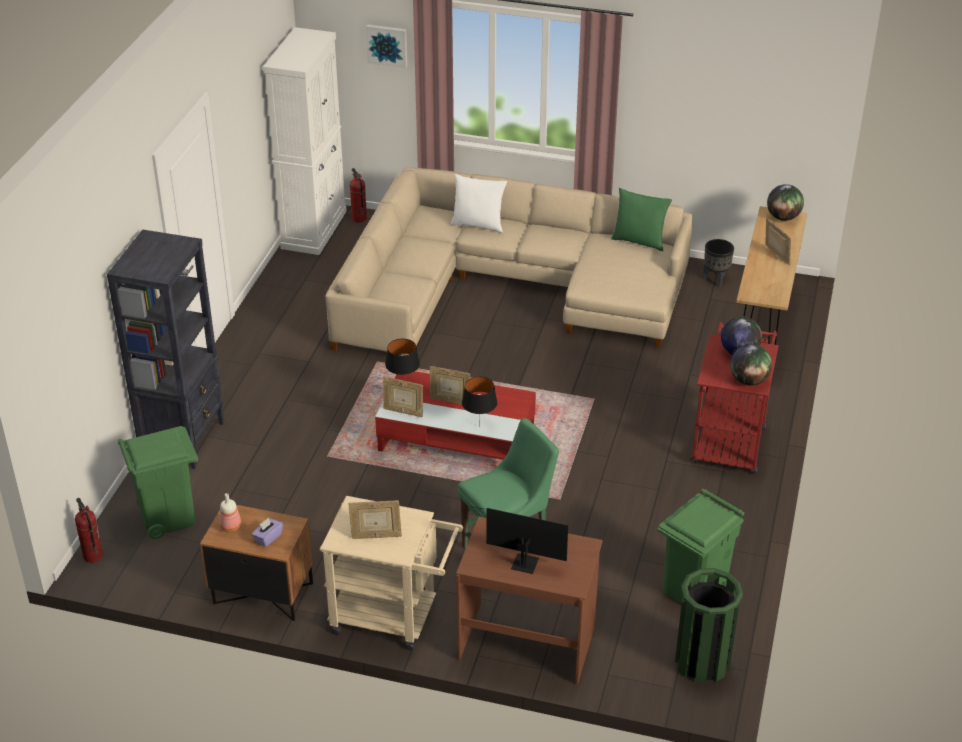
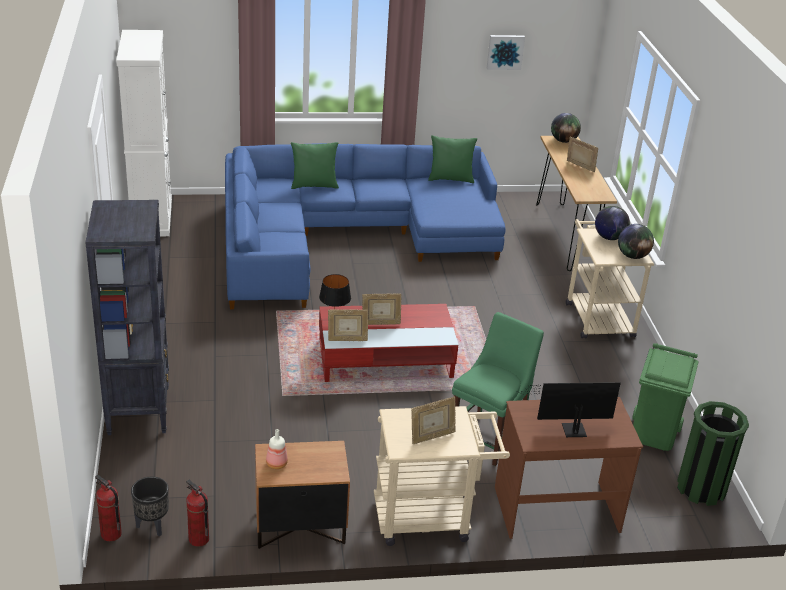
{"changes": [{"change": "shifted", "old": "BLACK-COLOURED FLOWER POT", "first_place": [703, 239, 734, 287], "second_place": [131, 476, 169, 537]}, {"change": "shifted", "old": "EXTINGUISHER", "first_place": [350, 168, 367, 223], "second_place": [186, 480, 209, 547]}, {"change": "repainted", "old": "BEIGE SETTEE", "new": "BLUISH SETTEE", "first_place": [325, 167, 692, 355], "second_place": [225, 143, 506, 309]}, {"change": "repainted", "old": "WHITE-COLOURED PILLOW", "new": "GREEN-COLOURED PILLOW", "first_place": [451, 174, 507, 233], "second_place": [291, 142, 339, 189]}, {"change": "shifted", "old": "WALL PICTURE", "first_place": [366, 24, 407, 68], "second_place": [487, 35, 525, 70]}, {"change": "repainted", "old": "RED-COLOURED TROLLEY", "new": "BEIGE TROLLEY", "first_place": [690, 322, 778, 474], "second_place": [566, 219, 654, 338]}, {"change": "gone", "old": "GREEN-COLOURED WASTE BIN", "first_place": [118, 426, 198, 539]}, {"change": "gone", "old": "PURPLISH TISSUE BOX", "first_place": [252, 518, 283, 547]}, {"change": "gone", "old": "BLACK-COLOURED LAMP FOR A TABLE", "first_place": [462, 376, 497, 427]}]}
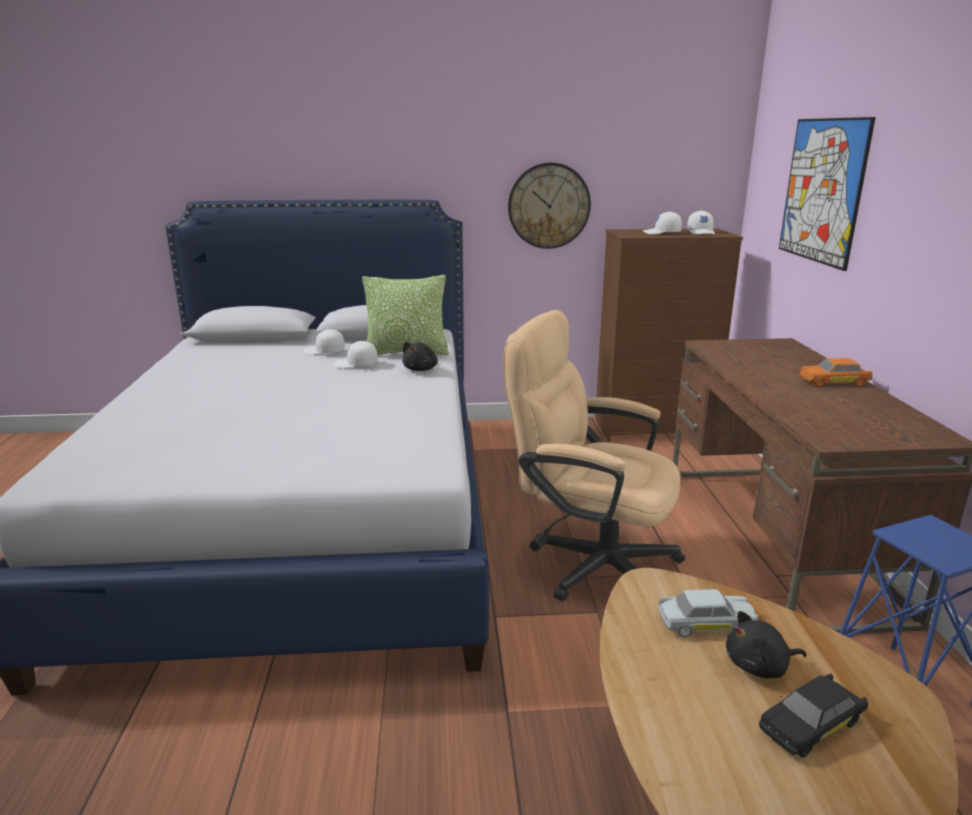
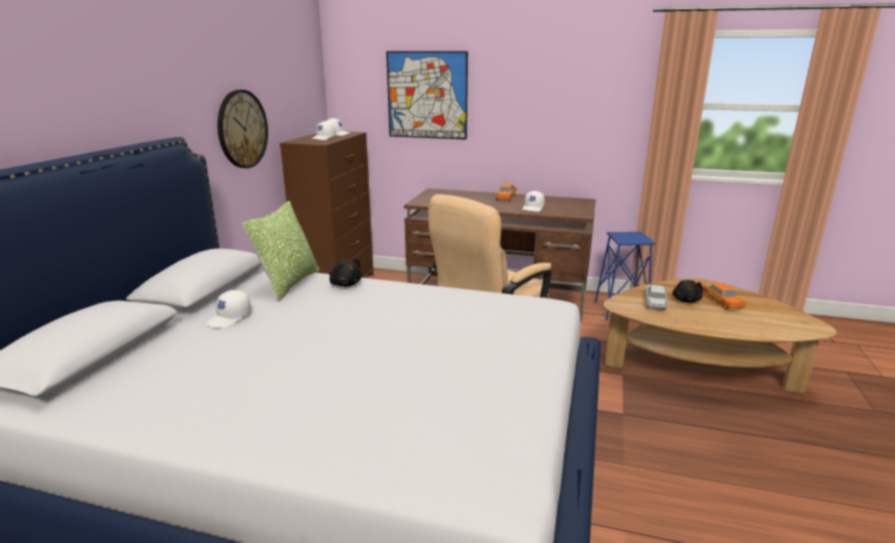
{"changes": [{"change": "shifted", "old": "WHITE-COLOURED PEAKED CAP", "first_place": [334, 341, 377, 369], "second_place": [522, 191, 545, 212]}, {"change": "repainted", "old": "BLACK-COLOURED MINIATURE CAR", "new": "ORANGE MINIATURE CAR", "first_place": [759, 674, 868, 758], "second_place": [703, 283, 746, 310]}]}
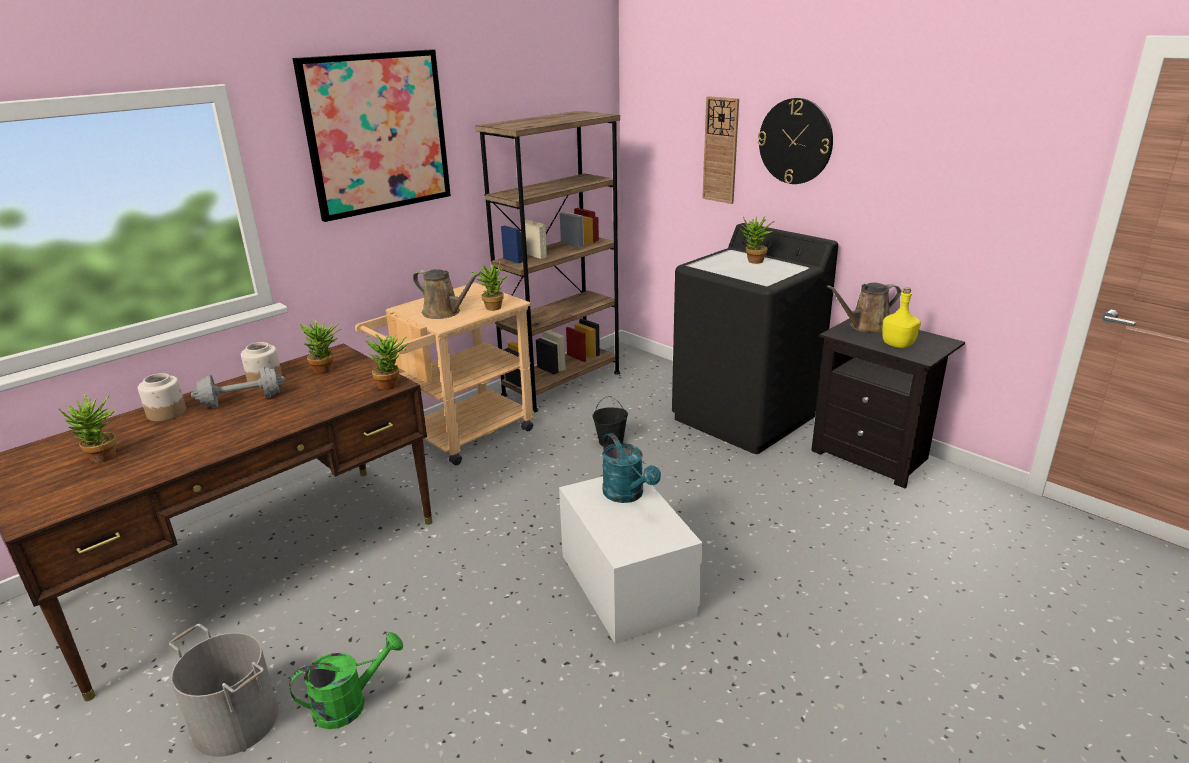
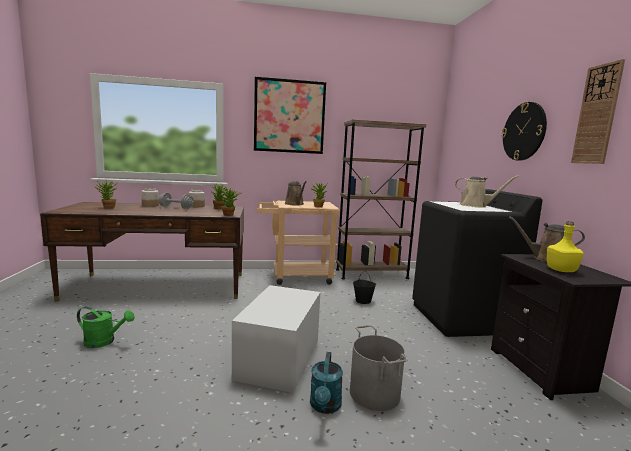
{"changes": [{"change": "shifted", "old": "TURQUOISE WATERING POT", "first_place": [602, 433, 661, 503], "second_place": [310, 352, 343, 414]}, {"change": "shifted", "old": "GREYISH BUCKET", "first_place": [169, 624, 278, 757], "second_place": [350, 325, 408, 411]}, {"change": "swapped", "old": "HOUSEPLANT", "new": "BEIGE WATERING POT", "first_place": [740, 216, 774, 264], "second_place": [455, 176, 519, 208]}, {"change": "shifted", "old": "CLOCK ON THE WALL", "first_place": [702, 96, 739, 204], "second_place": [571, 59, 625, 164]}]}
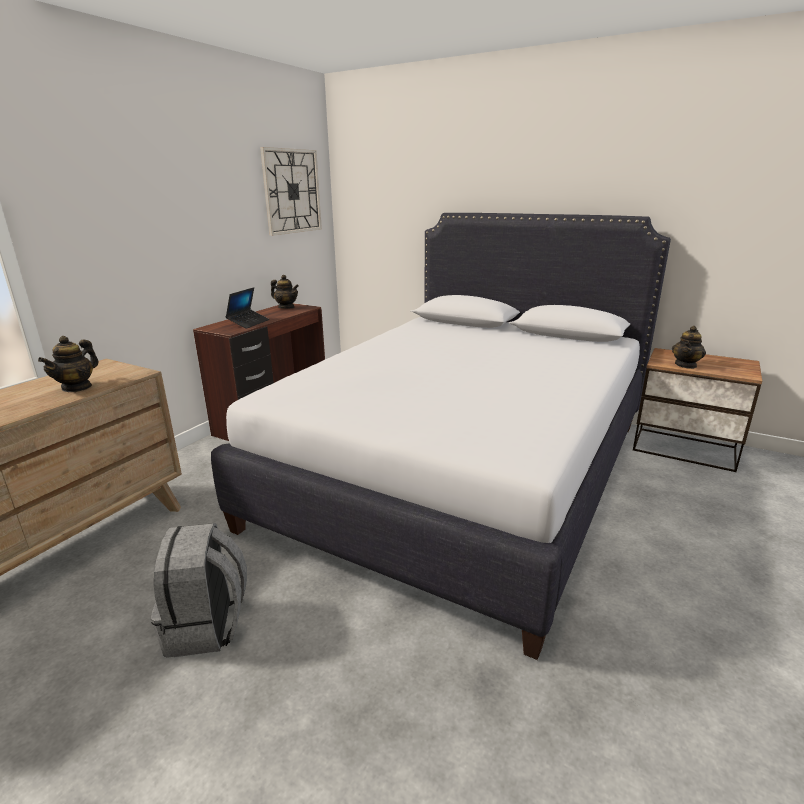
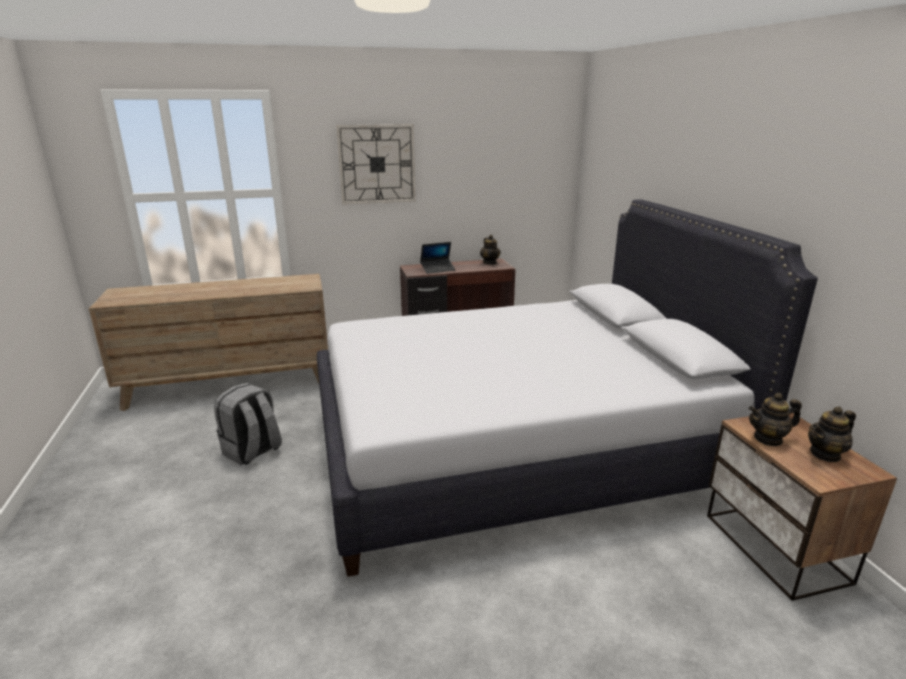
{"changes": [{"change": "shifted", "old": "CLOCK ON THE WALL", "first_place": [260, 147, 322, 236], "second_place": [336, 124, 416, 205]}, {"change": "shifted", "old": "POT FOR TEA", "first_place": [38, 336, 99, 392], "second_place": [808, 406, 856, 462]}]}
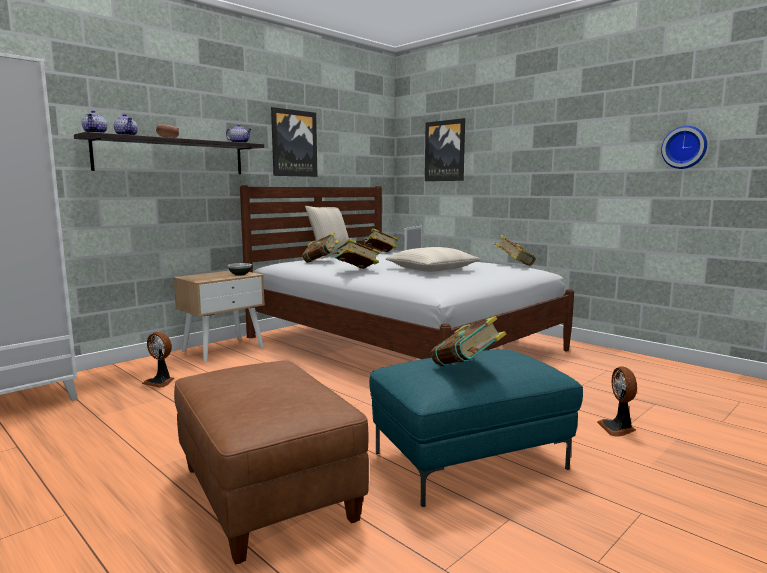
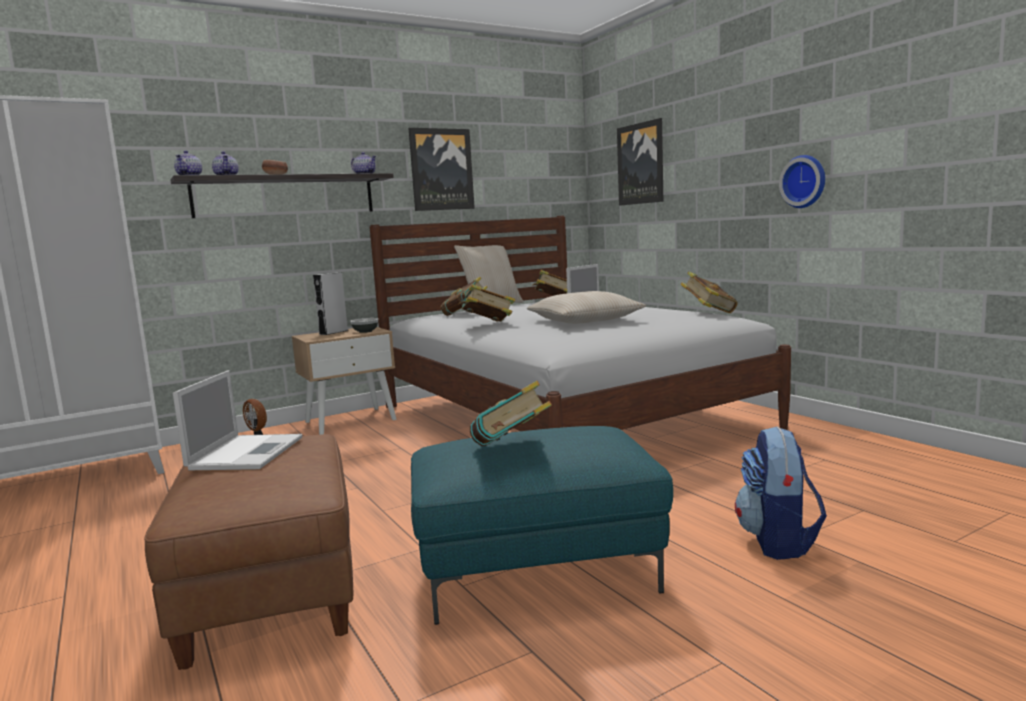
{"changes": [{"change": "new", "new": "LAPTOP", "second_place": [173, 370, 302, 470]}, {"change": "new", "new": "GREYISH SPEAKER", "second_place": [313, 273, 348, 335]}, {"change": "swapped", "old": "FAN", "new": "KNAPSACK", "first_place": [597, 366, 637, 436], "second_place": [735, 426, 827, 560]}, {"change": "shifted", "old": "CLOCK ON THE WALL", "first_place": [661, 126, 707, 169], "second_place": [779, 155, 825, 208]}]}
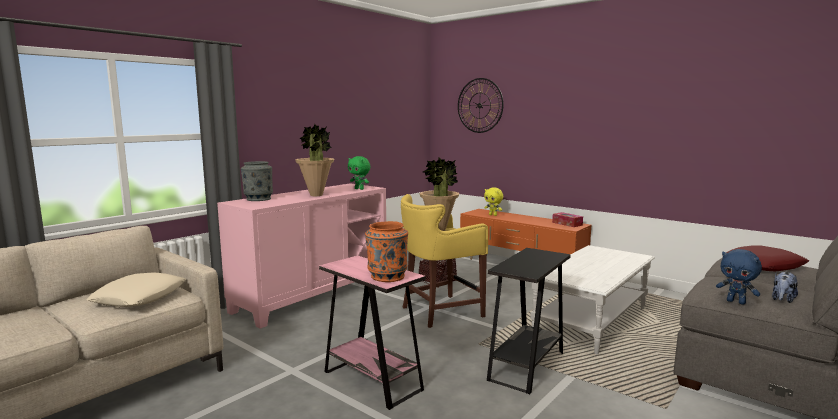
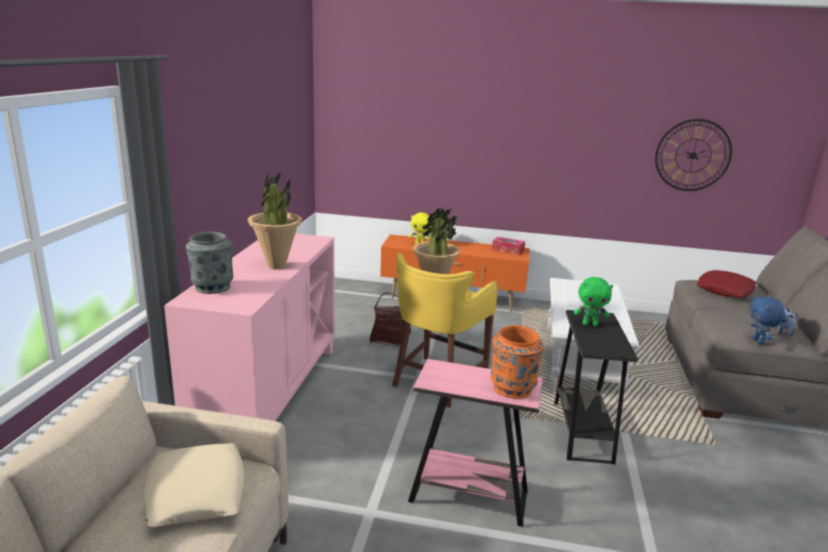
{"changes": [{"change": "shifted", "old": "GREEN-COLOURED PLUSH TOY", "first_place": [348, 156, 371, 190], "second_place": [574, 277, 613, 326]}, {"change": "shifted", "old": "CLOCK ON THE WALL", "first_place": [458, 78, 504, 133], "second_place": [655, 119, 732, 191]}, {"change": "rotated", "old": "BLUISH PLUSH TOY", "first_place": [716, 249, 762, 305], "second_place": [750, 296, 785, 345], "degrees": 75}]}
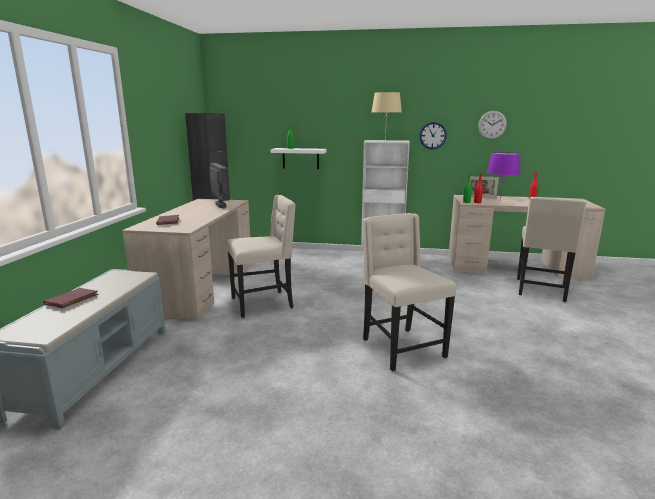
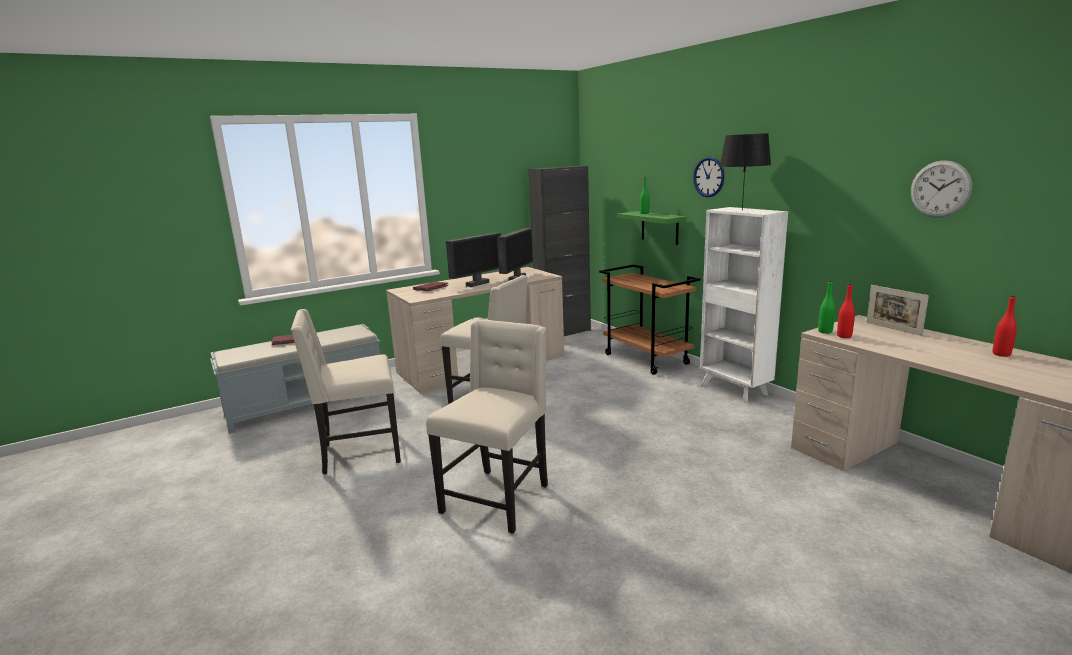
{"changes": [{"change": "shifted", "old": "BEIGE CHAIR", "first_place": [517, 197, 587, 302], "second_place": [291, 309, 401, 474]}, {"change": "new", "new": "COMPUTER SCREEN", "second_place": [446, 232, 501, 287]}, {"change": "new", "new": "BROWNISH TROLLEY", "second_place": [599, 264, 700, 375]}, {"change": "repainted", "old": "WHITE-COLOURED BRACKET SHELF", "new": "GREEN-COLOURED BRACKET SHELF", "first_place": [271, 148, 326, 169], "second_place": [618, 211, 687, 245]}, {"change": "shifted", "old": "CLOCK ON THE WALL", "first_place": [419, 122, 447, 149], "second_place": [693, 157, 725, 197]}, {"change": "repainted", "old": "BEIGE LAMP FOR A TABLE", "new": "BLACK-COLOURED LAMP FOR A TABLE", "first_place": [372, 92, 402, 141], "second_place": [720, 133, 771, 211]}, {"change": "gone", "old": "PURPLISH LAMP FOR A TABLE", "first_place": [487, 152, 520, 198]}]}
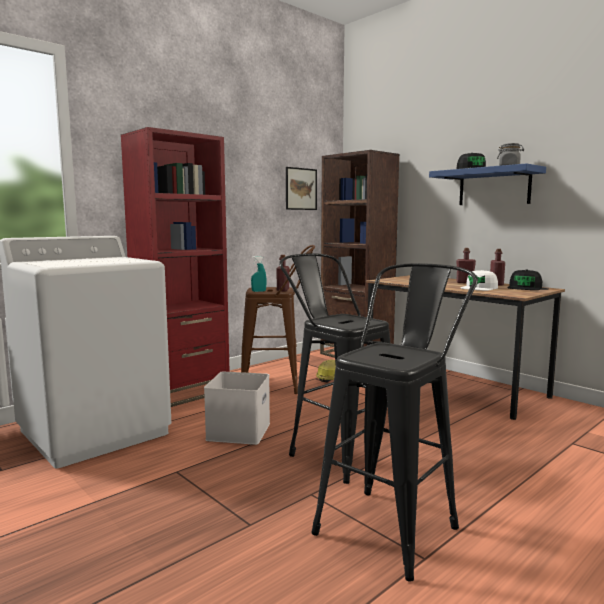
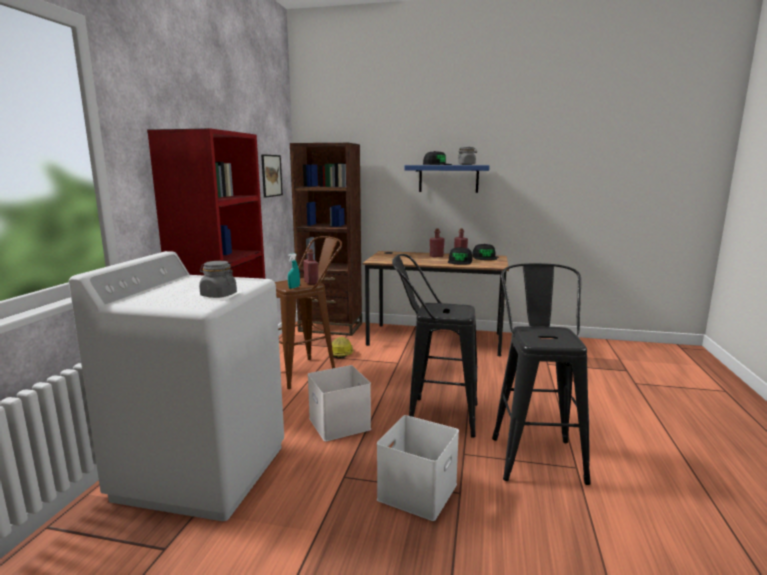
{"changes": [{"change": "new", "new": "GREYISH PRESERVE JAR", "second_place": [199, 261, 237, 298]}, {"change": "new", "new": "WHITE-COLOURED STORAGE BOX", "second_place": [377, 415, 459, 521]}, {"change": "repainted", "old": "WHITE-COLOURED PEAKED CAP", "new": "BLACK-COLOURED PEAKED CAP", "first_place": [460, 270, 498, 291], "second_place": [448, 247, 472, 265]}]}
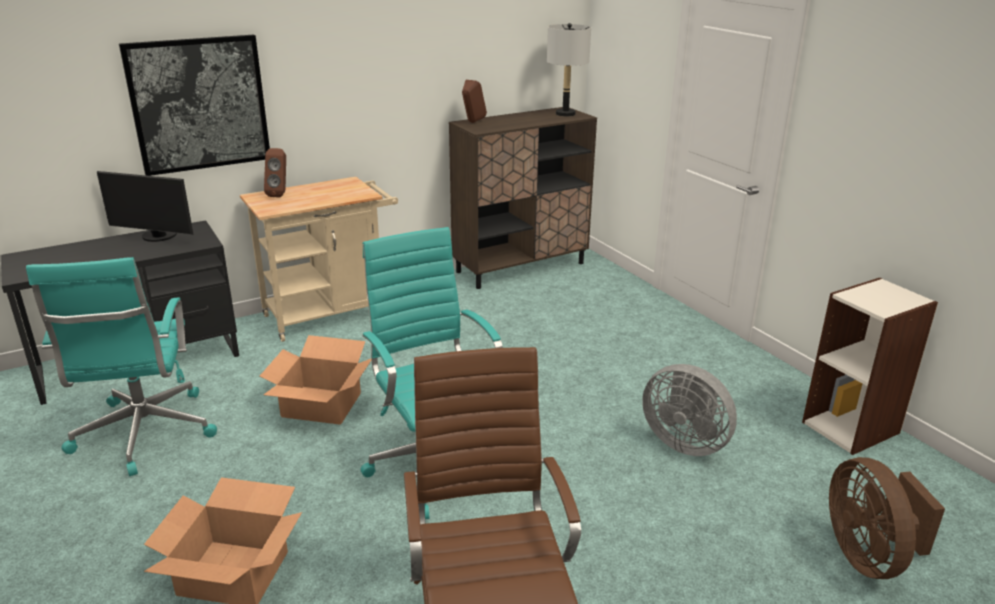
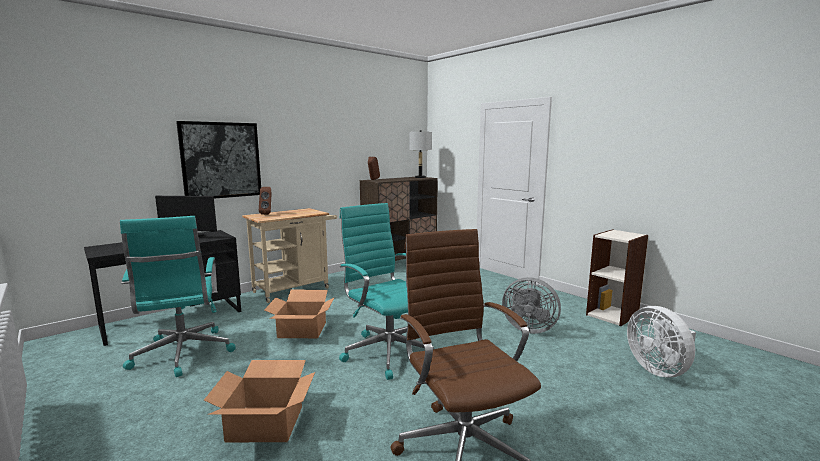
{"changes": [{"change": "repainted", "old": "BROWNISH FAN", "new": "WHITE-COLOURED FAN", "first_place": [829, 457, 945, 579], "second_place": [627, 306, 696, 378]}]}
